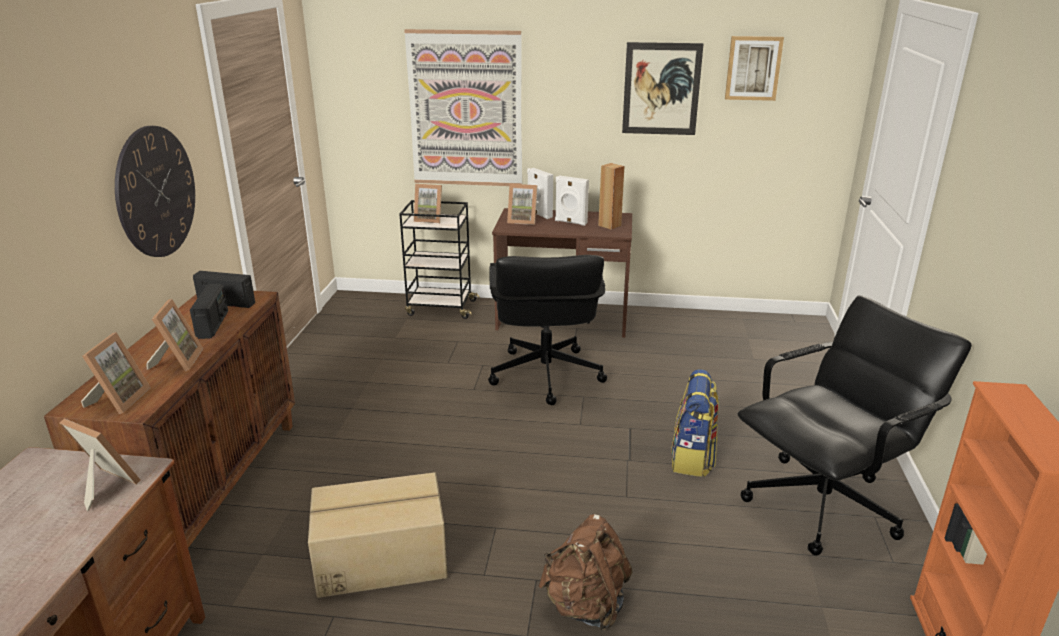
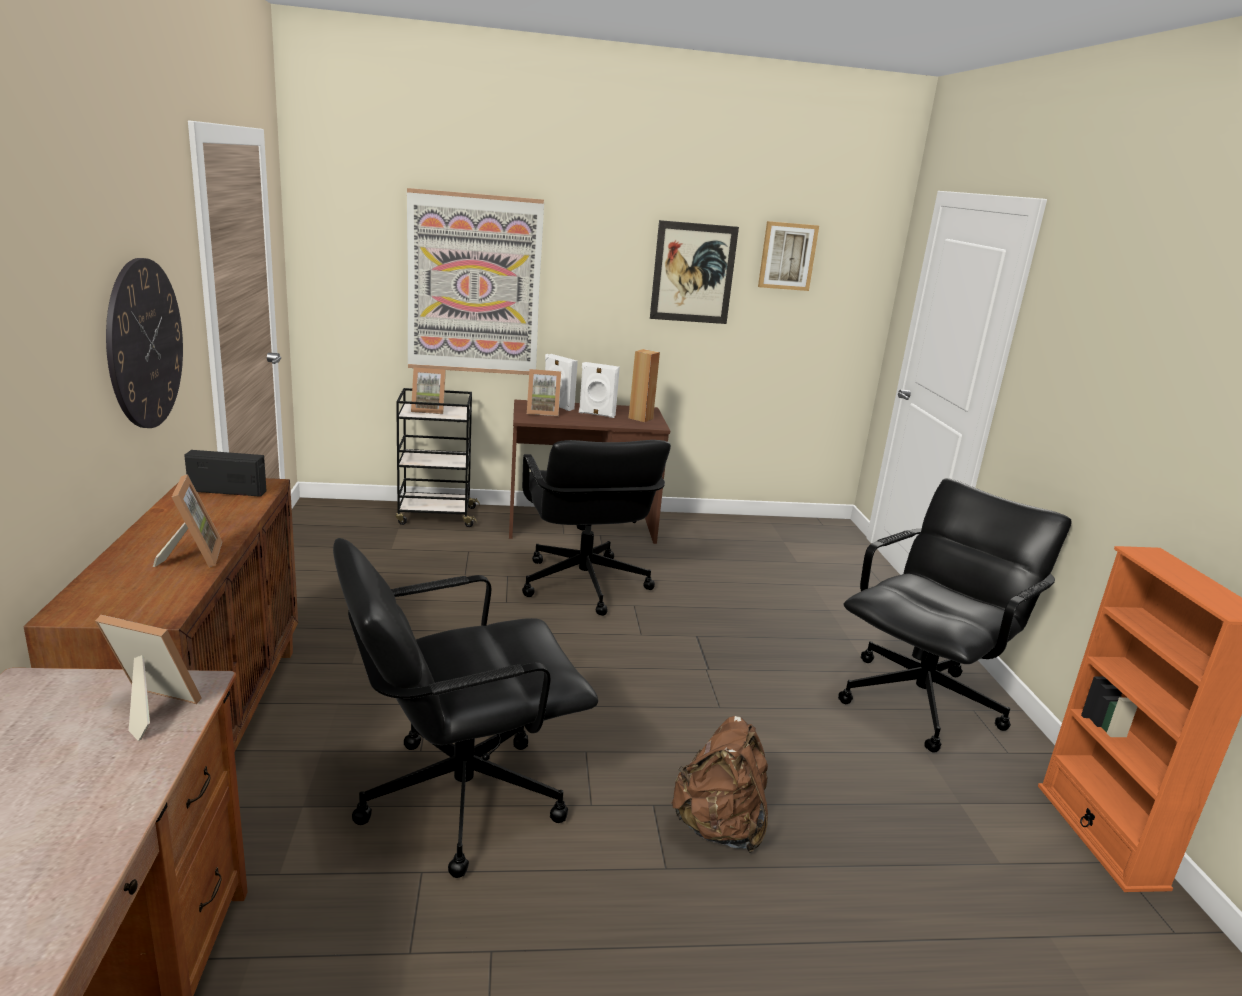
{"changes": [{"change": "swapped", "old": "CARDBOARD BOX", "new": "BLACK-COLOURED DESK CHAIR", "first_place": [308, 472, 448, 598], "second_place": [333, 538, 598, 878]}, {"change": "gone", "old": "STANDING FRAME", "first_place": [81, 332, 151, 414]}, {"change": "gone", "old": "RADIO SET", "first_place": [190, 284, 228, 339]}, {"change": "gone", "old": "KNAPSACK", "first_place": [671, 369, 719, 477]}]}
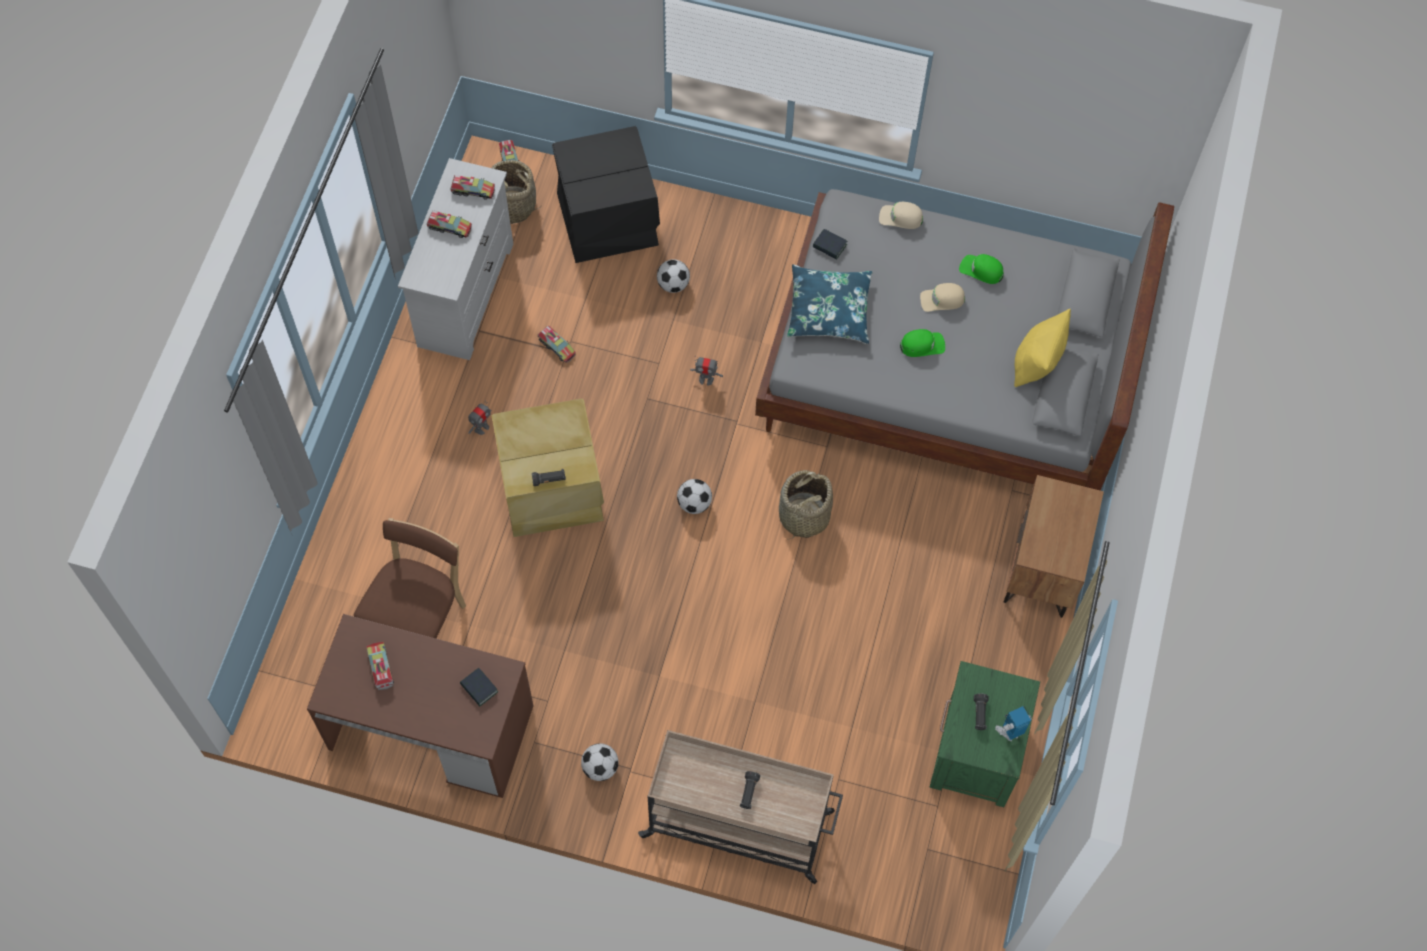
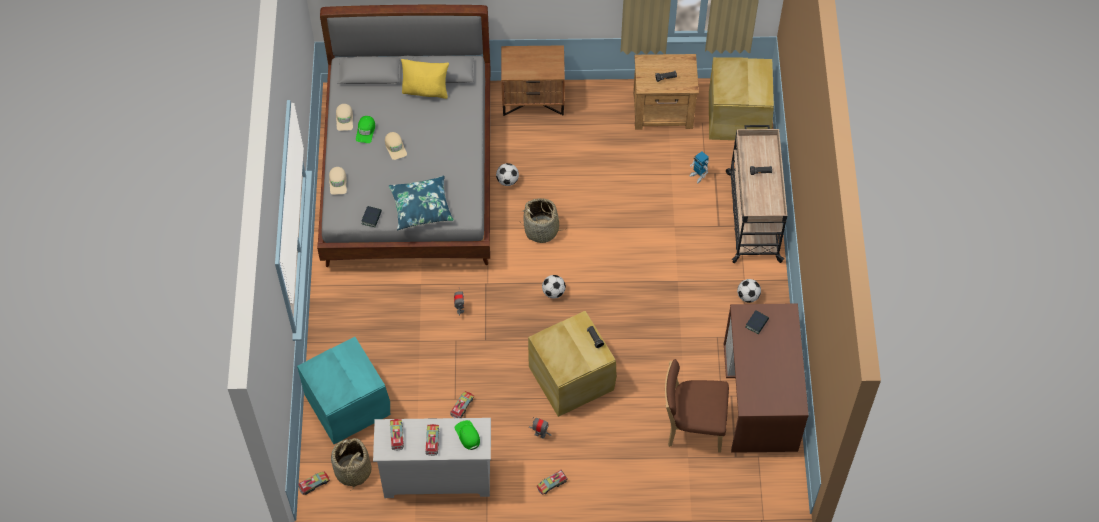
{"changes": [{"change": "repainted", "old": "BLACK-COLOURED STORAGE BOX", "new": "TURQUOISE STORAGE BOX", "first_place": [552, 126, 660, 263], "second_place": [297, 337, 390, 444]}, {"change": "new", "new": "BEIGE PEAKED CAP", "second_place": [336, 104, 353, 131]}, {"change": "shifted", "old": "GREEN-COLOURED PEAKED CAP", "first_place": [900, 329, 945, 357], "second_place": [455, 420, 480, 450]}, {"change": "shifted", "old": "FOOTBALL BALL", "first_place": [657, 259, 690, 293], "second_place": [496, 163, 519, 186]}, {"change": "shifted", "old": "TOY TRUCK", "first_place": [366, 642, 394, 690], "second_place": [537, 470, 568, 495]}, {"change": "repainted", "old": "GREEN-COLOURED BEDSIDE TABLE", "new": "BROWNISH BEDSIDE TABLE", "first_place": [929, 661, 1040, 807], "second_place": [633, 54, 699, 130]}, {"change": "shifted", "old": "ROBOT FIGURE", "first_place": [995, 706, 1032, 741], "second_place": [690, 151, 709, 183]}, {"change": "new", "new": "BEIGE STORAGE BOX", "second_place": [709, 57, 774, 140]}]}
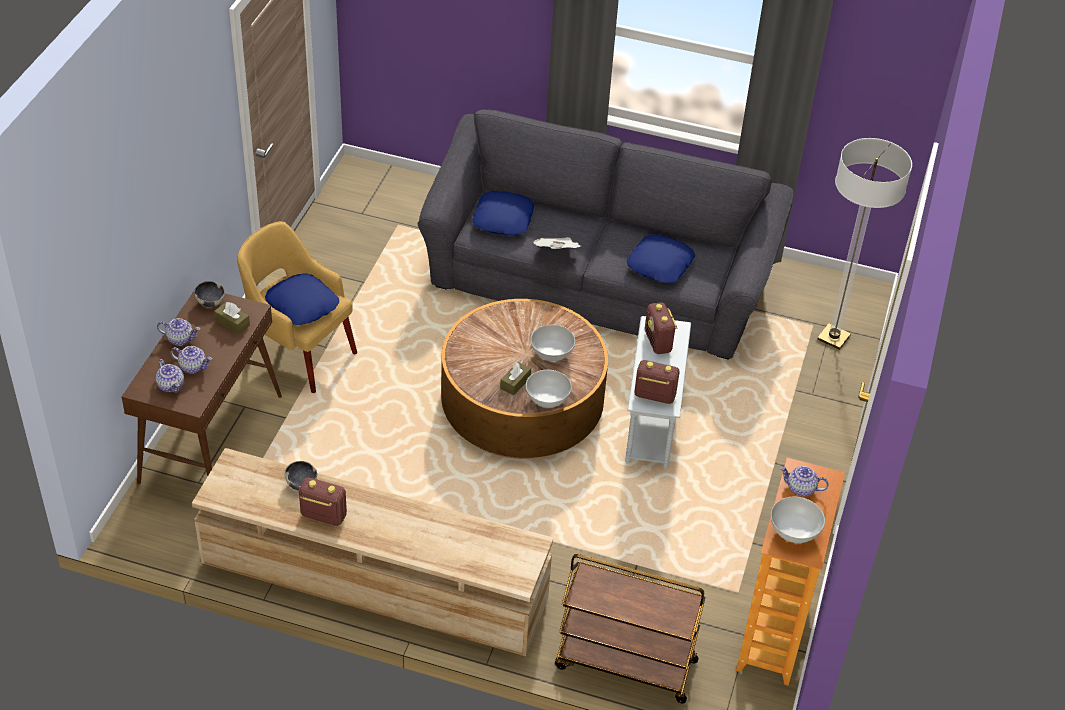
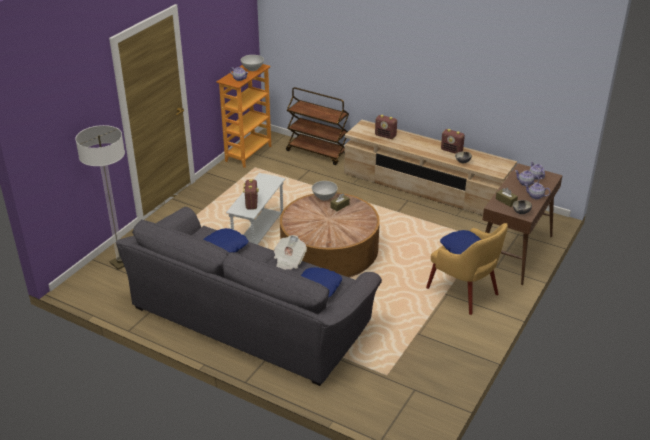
{"changes": [{"change": "shifted", "old": "RADIO SET", "first_place": [634, 360, 679, 404], "second_place": [375, 115, 397, 139]}, {"change": "gone", "old": "WHITE-COLOURED SERVING BOWL", "first_place": [531, 325, 575, 361]}]}
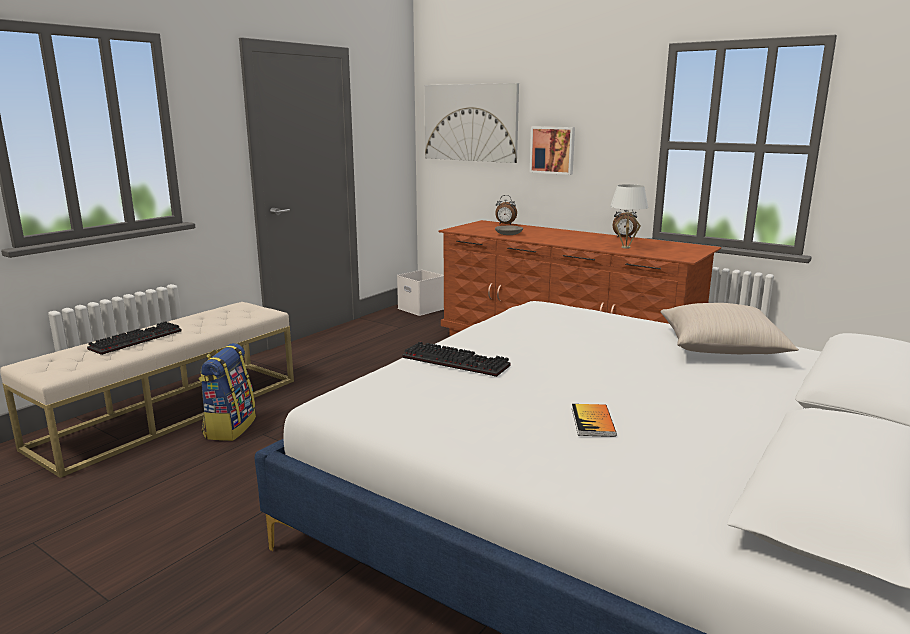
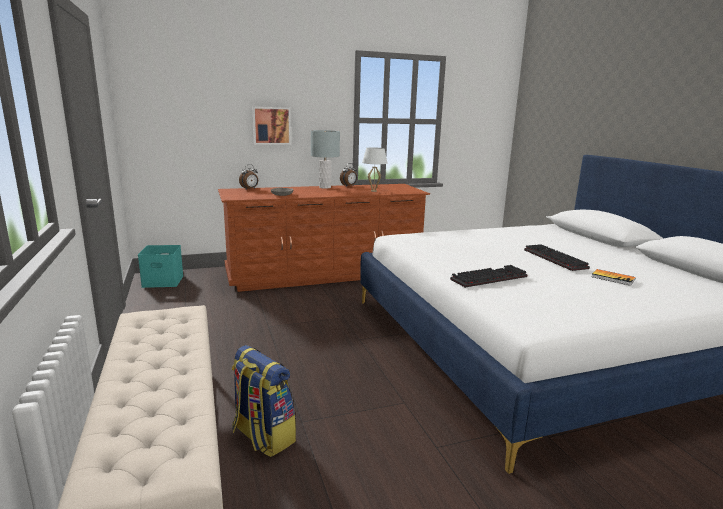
{"changes": [{"change": "repainted", "old": "WHITE-COLOURED STORAGE BOX", "new": "TURQUOISE STORAGE BOX", "first_place": [397, 270, 444, 316], "second_place": [138, 245, 184, 288]}, {"change": "new", "new": "GREYISH LAMP FOR A TABLE", "second_place": [311, 130, 340, 189]}, {"change": "shifted", "old": "COMPUTER KEYBOARD", "first_place": [87, 321, 182, 355], "second_place": [524, 244, 590, 271]}, {"change": "gone", "old": "WALL PICTURE", "first_place": [424, 83, 519, 163]}, {"change": "gone", "old": "BEIGE PILLOW", "first_place": [661, 303, 799, 354]}]}
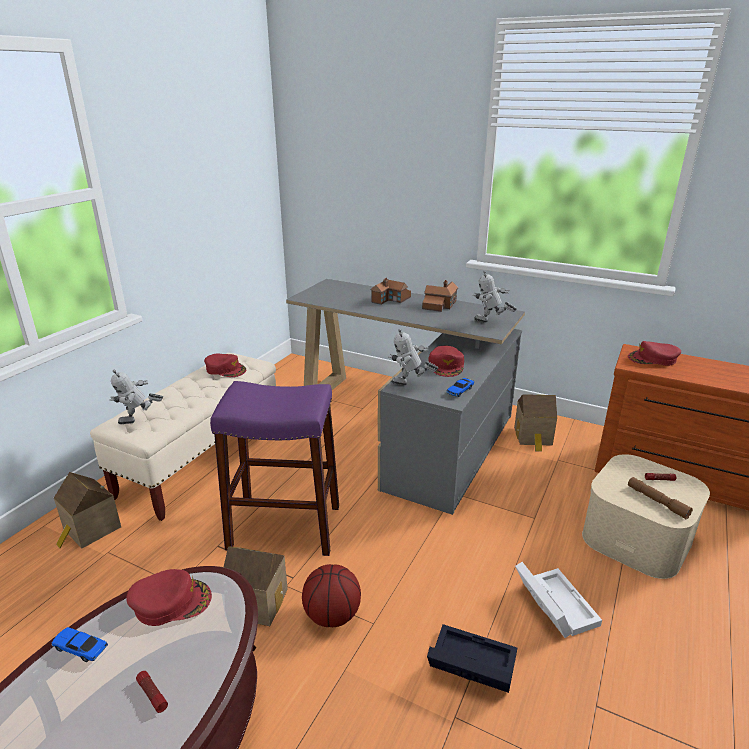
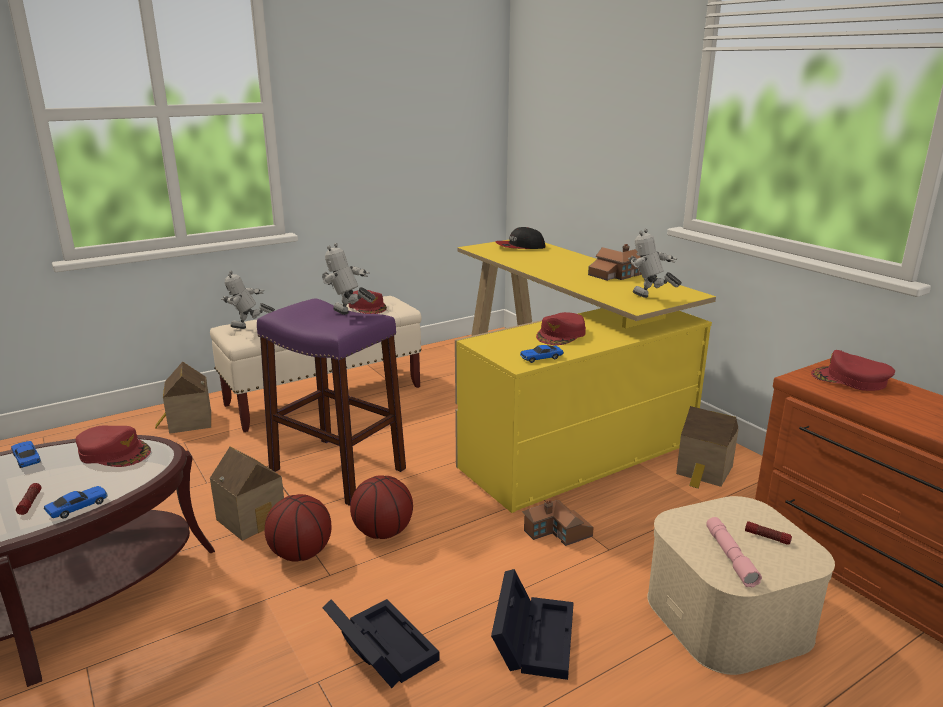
{"changes": [{"change": "new", "new": "MINIATURE CAR", "second_place": [44, 486, 108, 519]}, {"change": "shifted", "old": "ROBOT FIGURE", "first_place": [388, 329, 439, 385], "second_place": [322, 243, 376, 315]}, {"change": "new", "new": "BALL FOR BASKETBALL", "second_place": [350, 475, 413, 539]}, {"change": "repainted", "old": "GREYISH DESK", "new": "YELLOW-COLOURED DESK", "first_place": [286, 279, 525, 515], "second_place": [455, 239, 716, 513]}, {"change": "repainted", "old": "WHITE-COLOURED STORAGE BOX", "new": "BLACK-COLOURED STORAGE BOX", "first_place": [515, 562, 602, 638], "second_place": [491, 569, 574, 680]}, {"change": "new", "new": "PEAKED CAP", "second_place": [495, 227, 546, 249]}, {"change": "shifted", "old": "TOY HOUSE", "first_place": [370, 278, 411, 305], "second_place": [523, 500, 594, 546]}, {"change": "repainted", "old": "BROWNISH TORCH", "new": "PINKISH TORCH", "first_place": [628, 477, 693, 519], "second_place": [706, 517, 762, 588]}]}
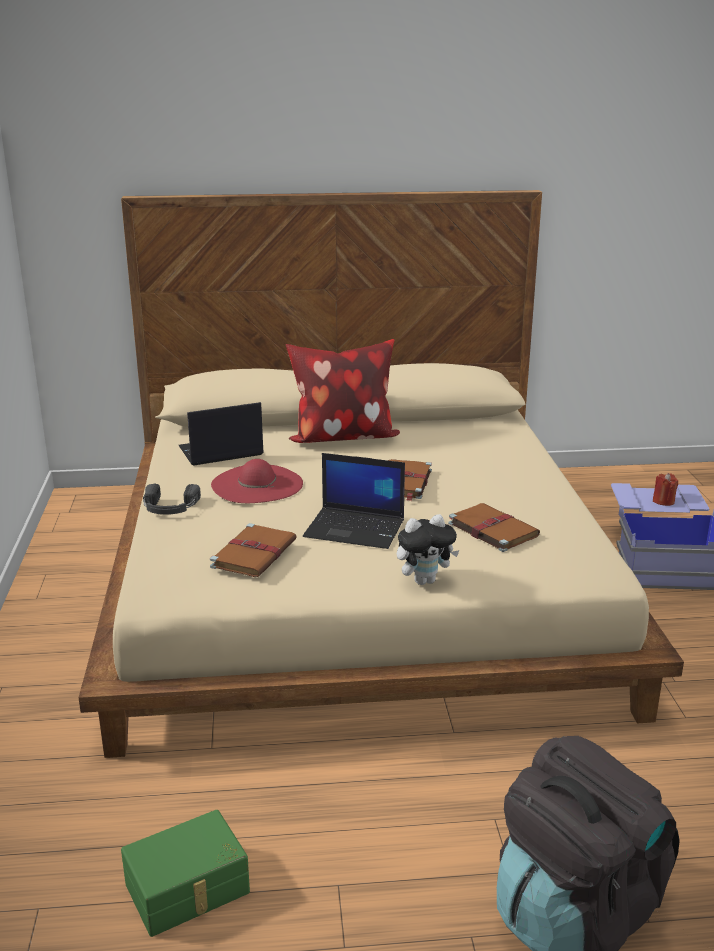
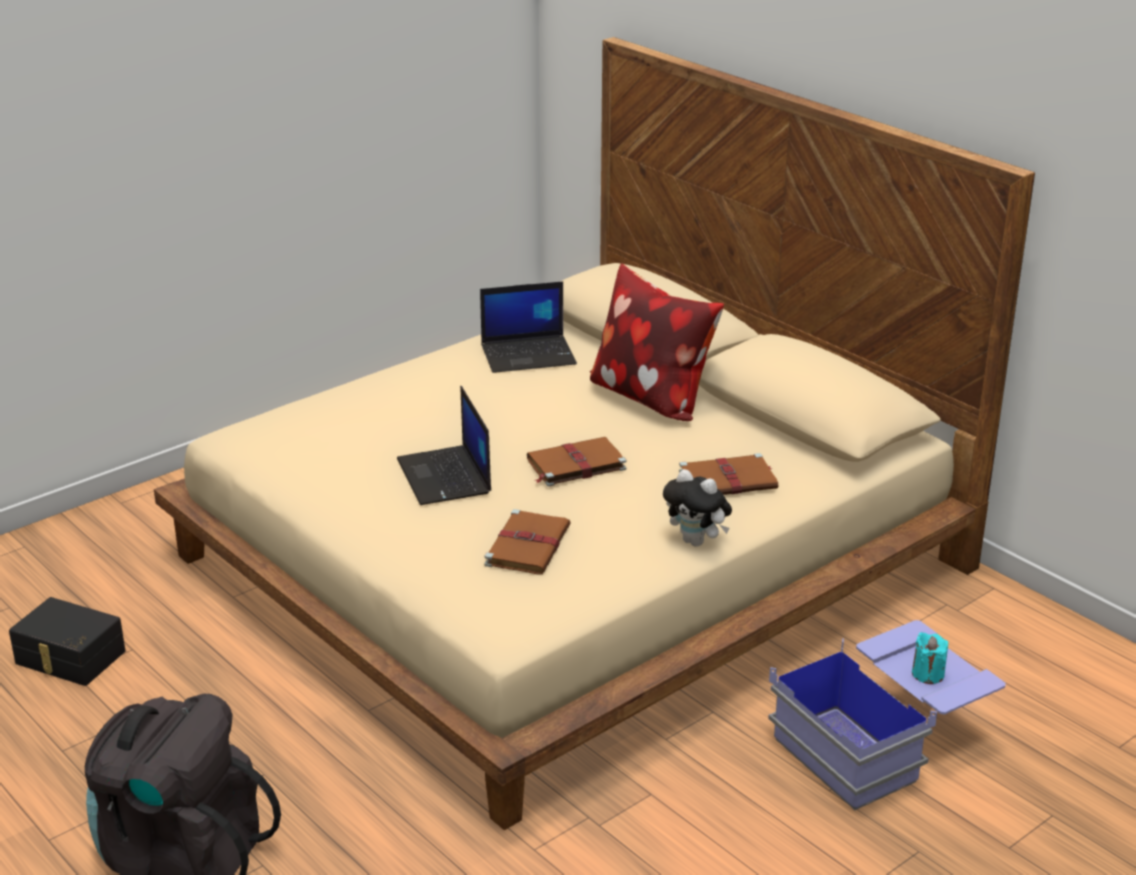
{"changes": [{"change": "repainted", "old": "GREEN-COLOURED STORAGE BOX", "new": "BLACK-COLOURED STORAGE BOX", "first_place": [121, 810, 250, 937], "second_place": [9, 597, 125, 686]}, {"change": "rotated", "old": "LAPTOP", "first_place": [179, 402, 263, 466], "second_place": [480, 281, 577, 373], "degrees": 135}, {"change": "shifted", "old": "PLUSH TOY", "first_place": [397, 514, 460, 585], "second_place": [663, 469, 732, 547]}, {"change": "shifted", "old": "BROWNISH BOUND BOOK", "first_place": [210, 523, 297, 577], "second_place": [679, 453, 778, 495]}, {"change": "repainted", "old": "RED-COLOURED WAX LIGHT", "new": "TURQUOISE WAX LIGHT", "first_place": [653, 473, 678, 506], "second_place": [912, 632, 948, 684]}, {"change": "gone", "old": "BLACK-COLOURED HEADPHONES", "first_place": [143, 484, 201, 515]}, {"change": "gone", "old": "RED-COLOURED CLOTHING HAT", "first_place": [211, 459, 303, 503]}]}
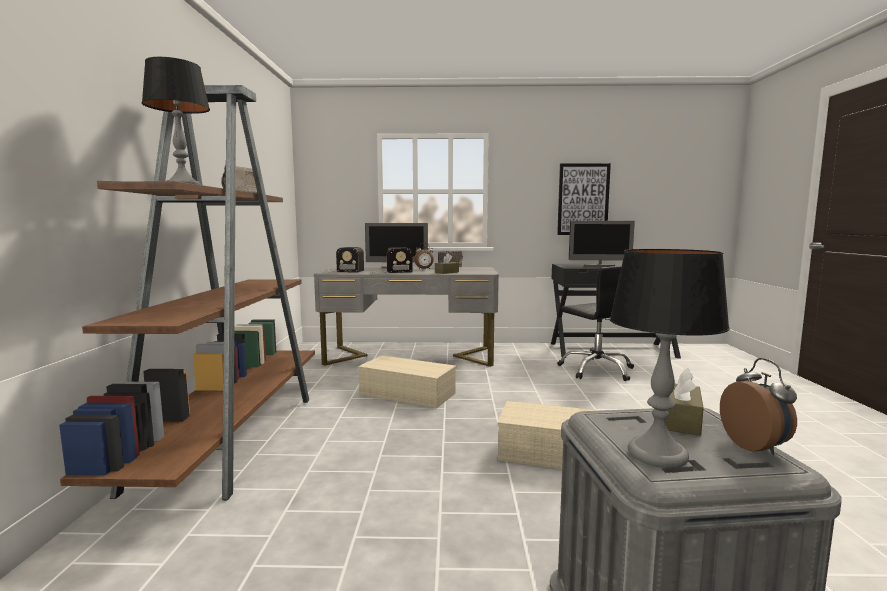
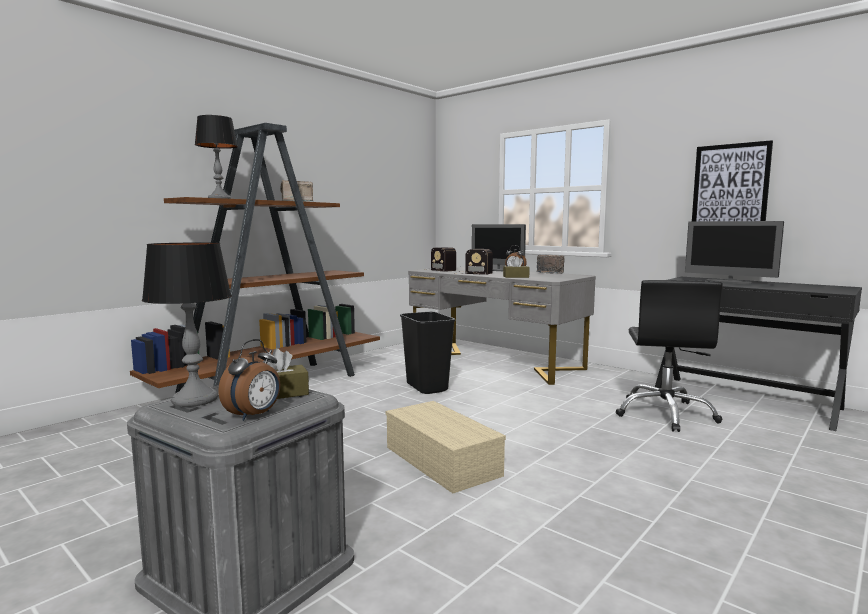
{"changes": [{"change": "swapped", "old": "BEIGE STORAGE BOX", "new": "BLACK-COLOURED WASTE BIN", "first_place": [358, 355, 456, 409], "second_place": [400, 312, 455, 394]}]}
